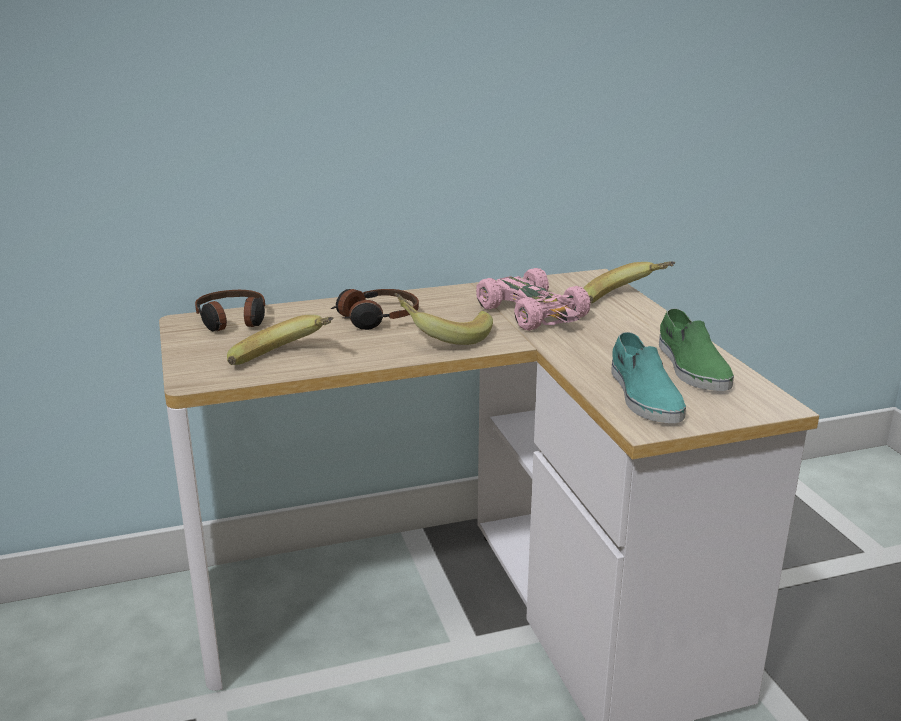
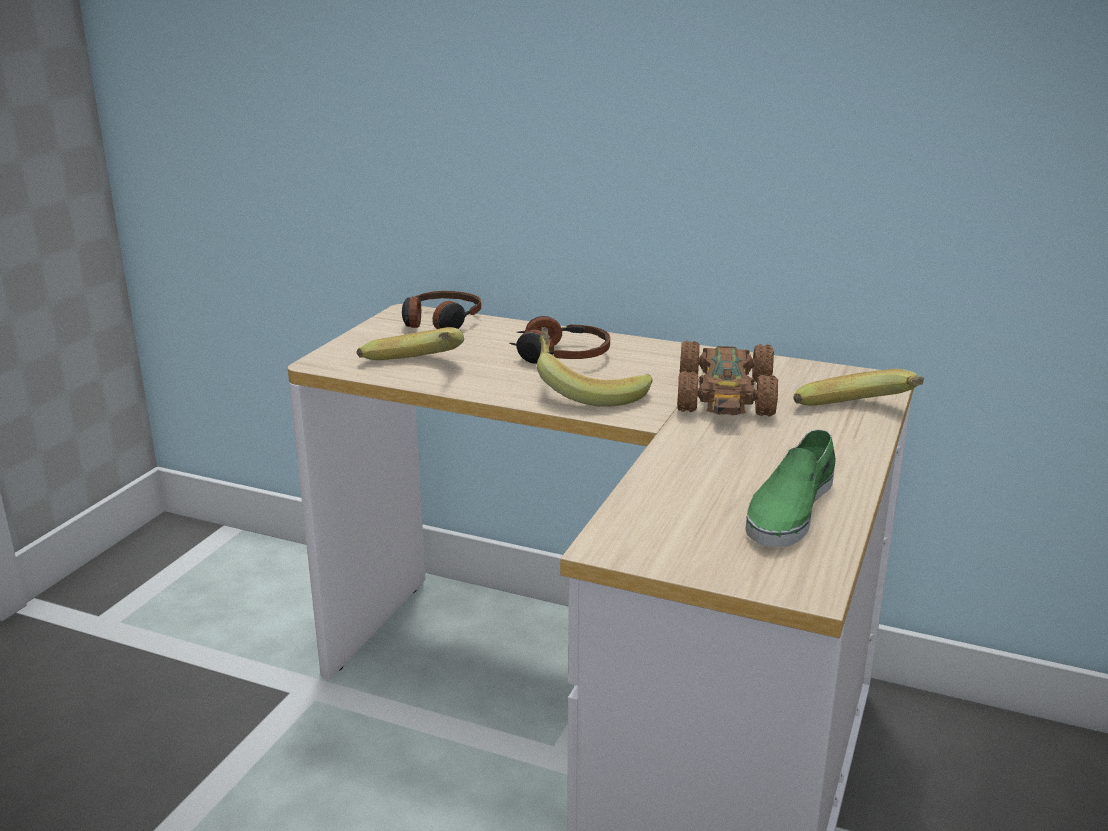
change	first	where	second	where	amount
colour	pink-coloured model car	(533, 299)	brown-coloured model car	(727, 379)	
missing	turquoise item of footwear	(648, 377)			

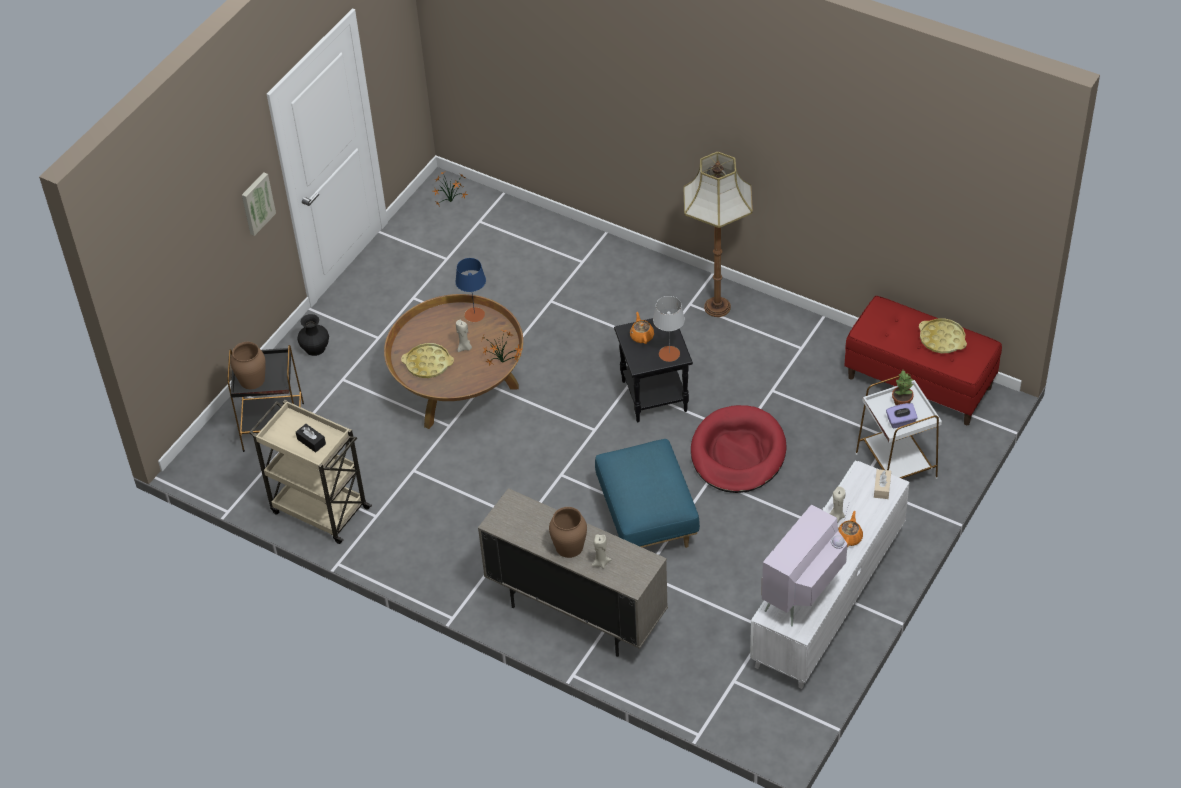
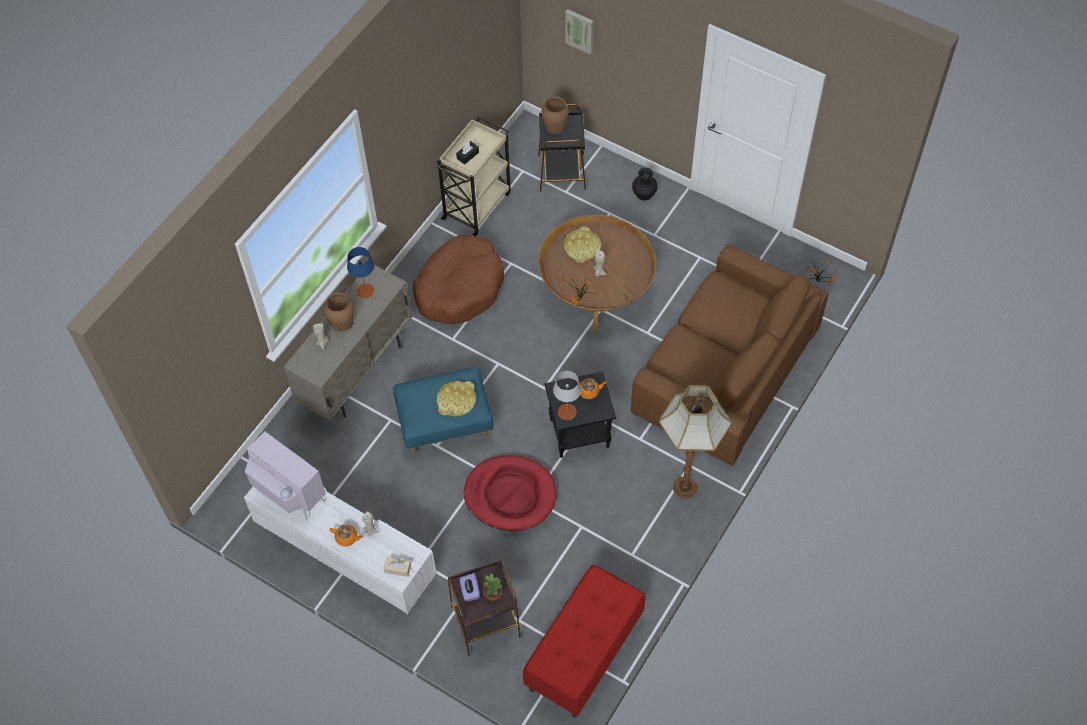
change	first	where	second	where	amount
relocated	blue-coloured table lamp	(470, 290)		(361, 272)	
appeared			brown-coloured dog bed	(458, 279)	
relocated	yellowish serving tray	(943, 335)		(456, 398)	
colour	whitish side table	(899, 426)	brown-coloured side table	(484, 608)	
relocated	picture	(259, 204)		(579, 32)	
appeared			brown-coloured settee	(730, 355)	

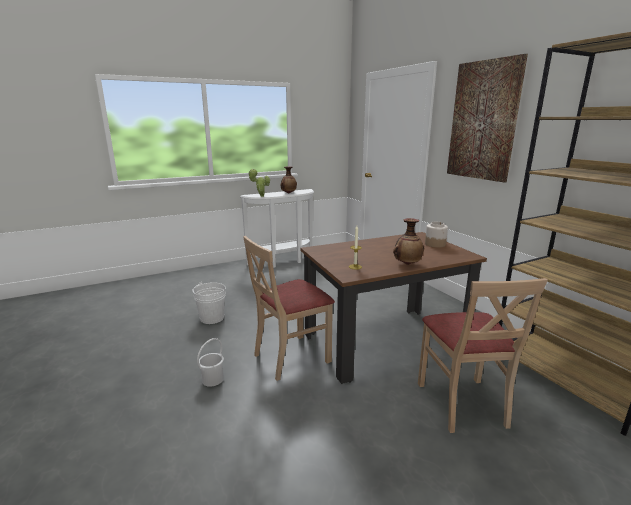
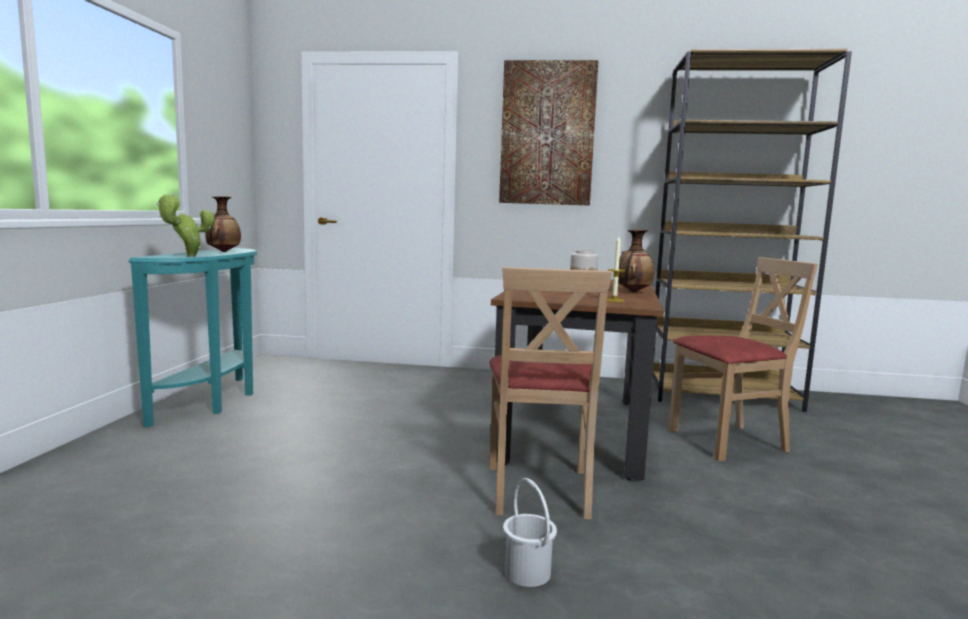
change	first	where	second	where	amount
colour	whitish narrow table	(277, 228)	turquoise narrow table	(192, 337)	
spun	beige-coloured plain chair	(483, 355)		(743, 359)	45 degrees counterclockwise
missing	whitish water bucket	(209, 303)			

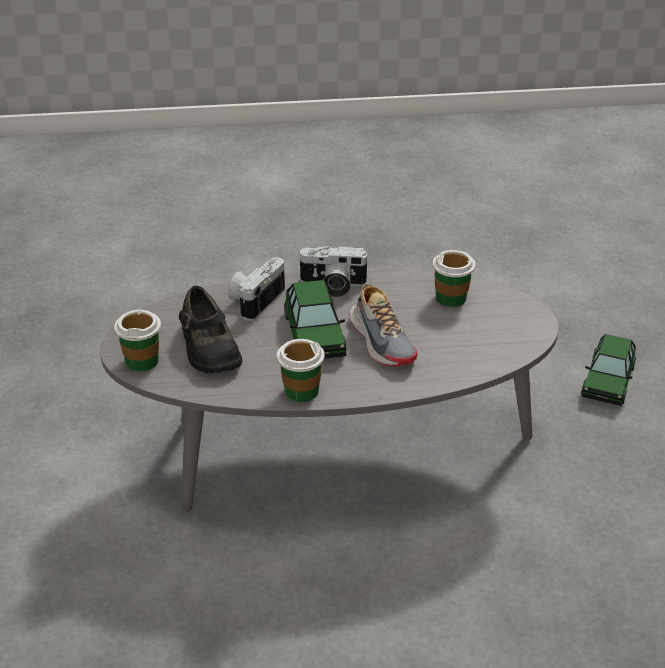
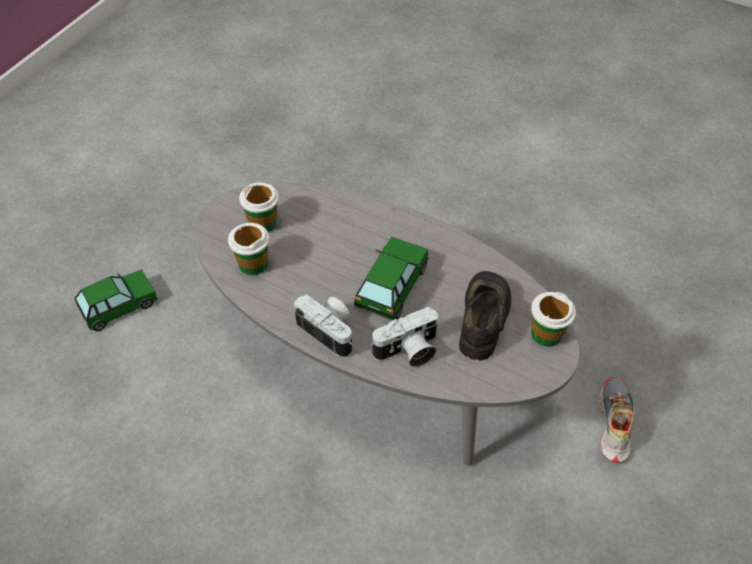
change	first	where	second	where	amount
relocated	cup	(301, 370)		(259, 207)	
relocated	item of footwear	(384, 325)		(616, 420)	

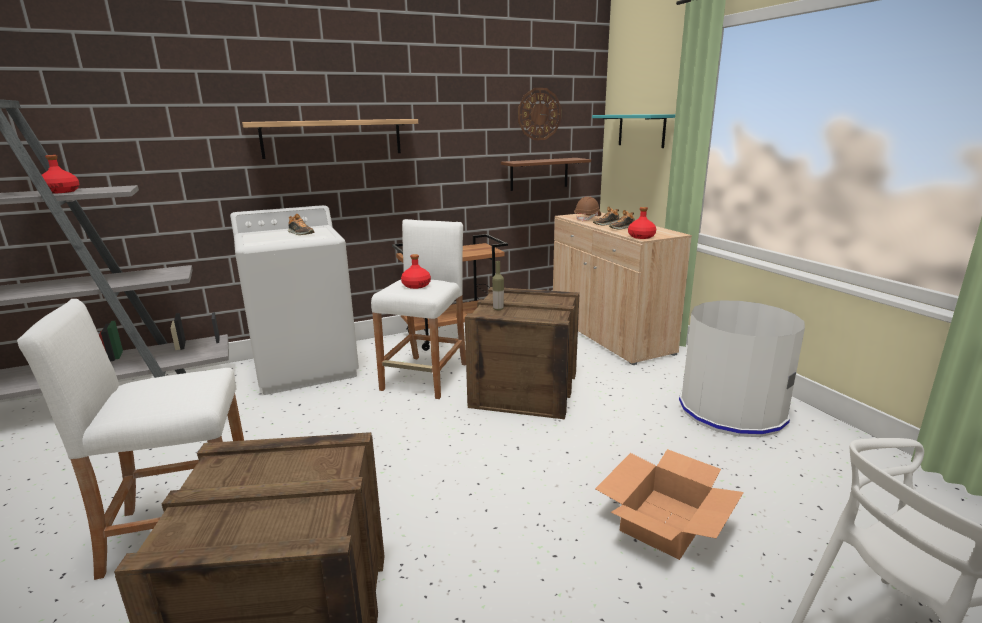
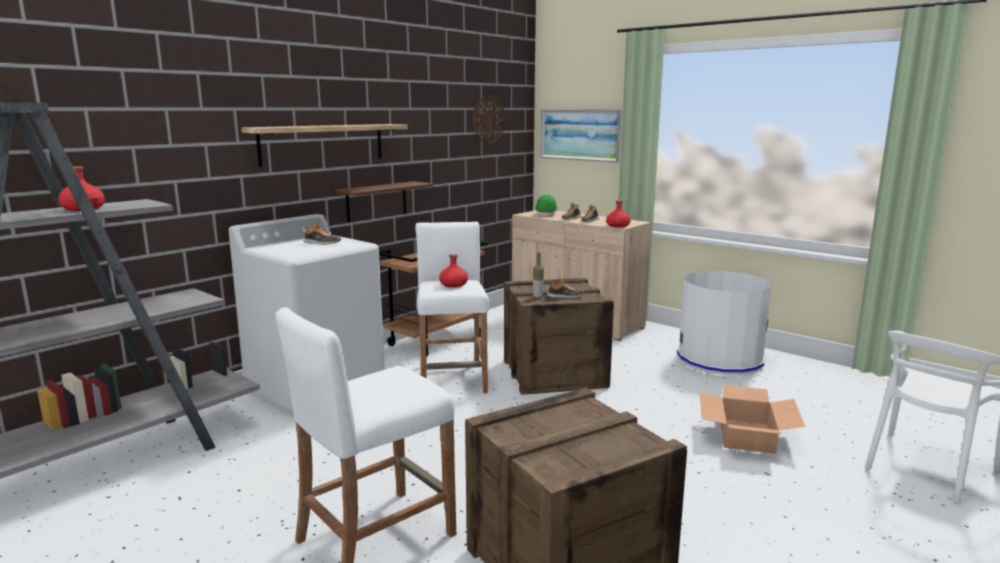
change	first	where	second	where	amount
relocated	brown-coloured bracket shelf	(546, 174)		(384, 202)	
colour	brown-coloured work helmet	(587, 209)	greenish work helmet	(546, 206)	
exchanged	turquoise bracket shelf	(633, 131)	picture	(581, 136)	
appeared			item of footwear	(566, 288)	

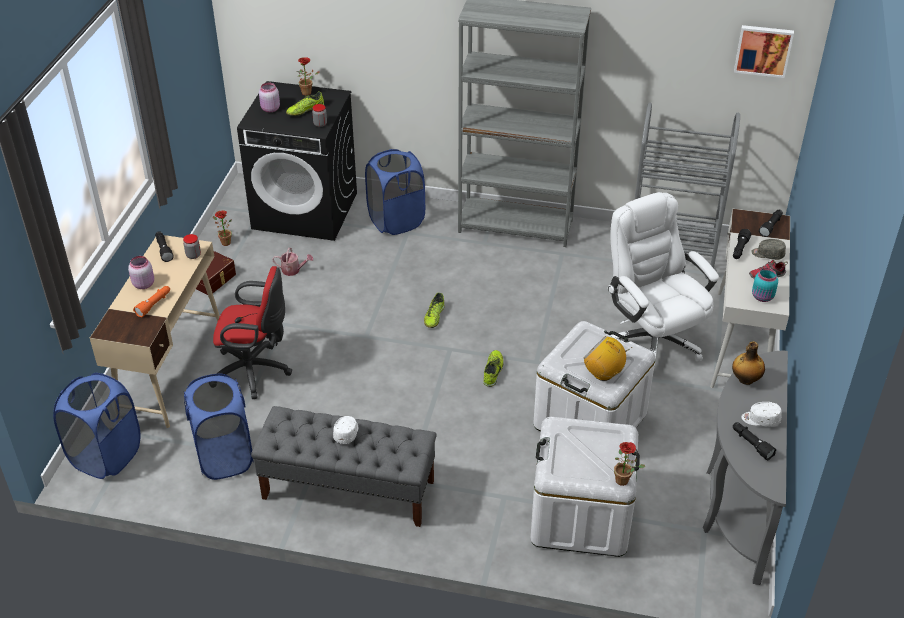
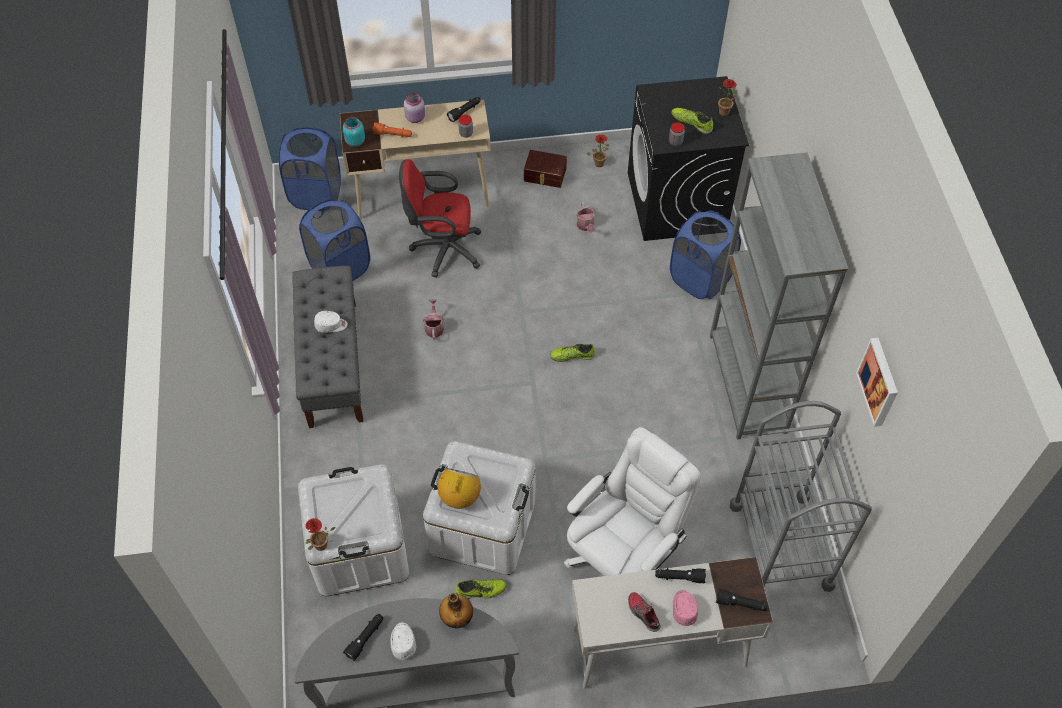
change	first	where	second	where	amount
relocated	turquoise storage jar	(765, 285)		(354, 132)	
spun	reddish office chair	(252, 332)		(440, 218)	105 degrees clockwise
appeared			sprinkling can	(433, 319)	
relocated	item of footwear	(493, 368)		(481, 589)	
colour	greyish cap	(768, 249)	pink-coloured cap	(685, 608)	
relocated	picture	(764, 51)		(877, 382)	
missing	pink-coloured storage jar	(269, 97)			

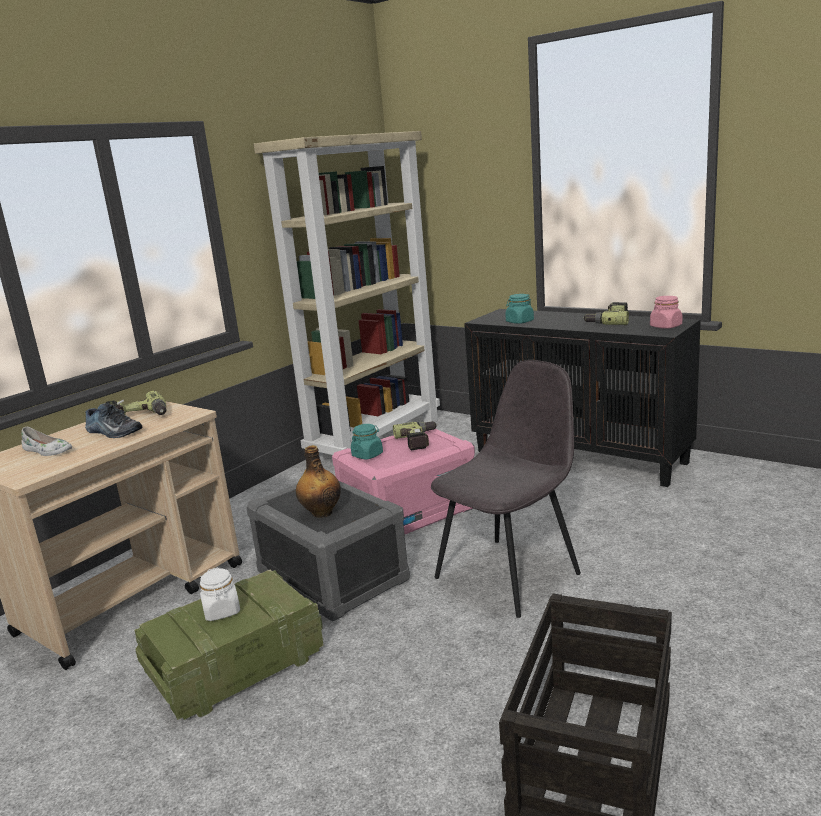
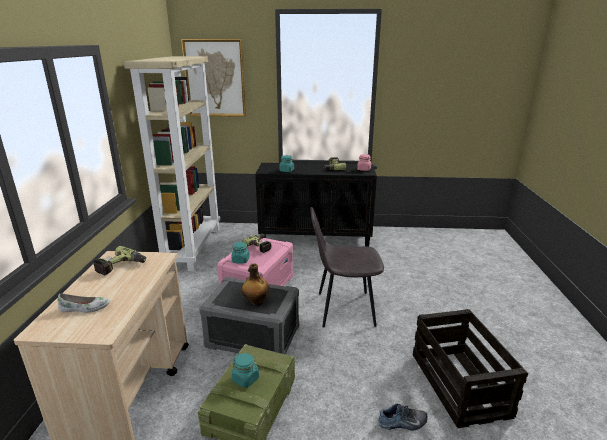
change	first	where	second	where	amount
appeared			picture	(213, 78)	
colour	whitish storage jar	(220, 594)	turquoise storage jar	(245, 370)	
spun	greyish plain chair	(506, 489)		(347, 267)	105 degrees counterclockwise
relocated	item of footwear	(114, 420)		(402, 417)	

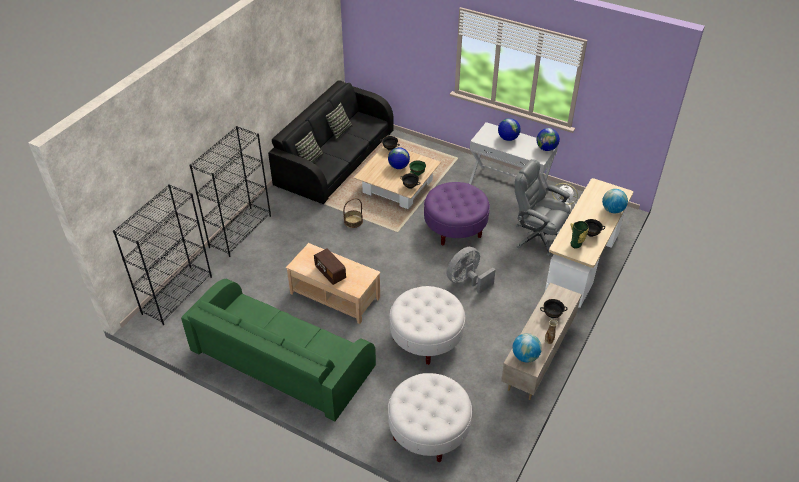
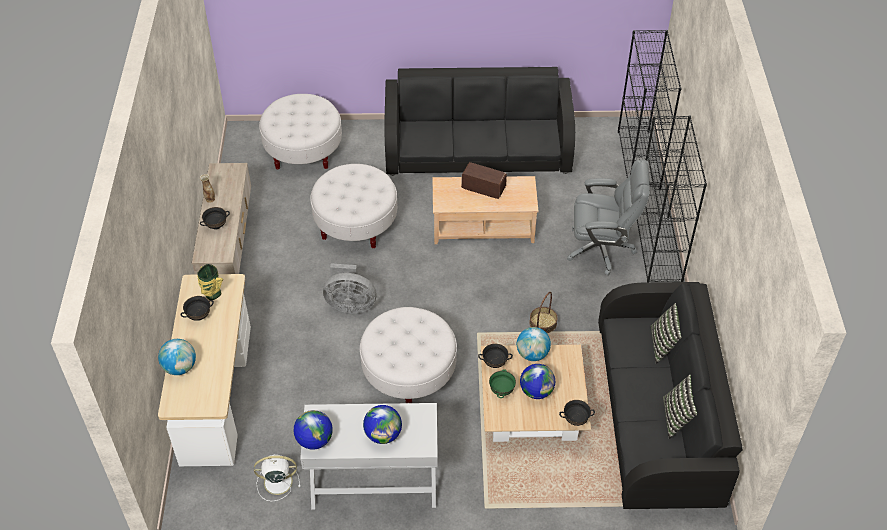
change	first	where	second	where	amount
spun	greyish electric fan	(471, 270)		(349, 288)	75 degrees clockwise
colour	purple-coloured footrest	(457, 213)	whitish footrest	(408, 355)	
colour	greenish settee	(278, 350)	blackish settee	(479, 121)	
relocated	globe	(527, 348)		(534, 344)	
relocated	greyish office chair	(542, 208)		(608, 218)	

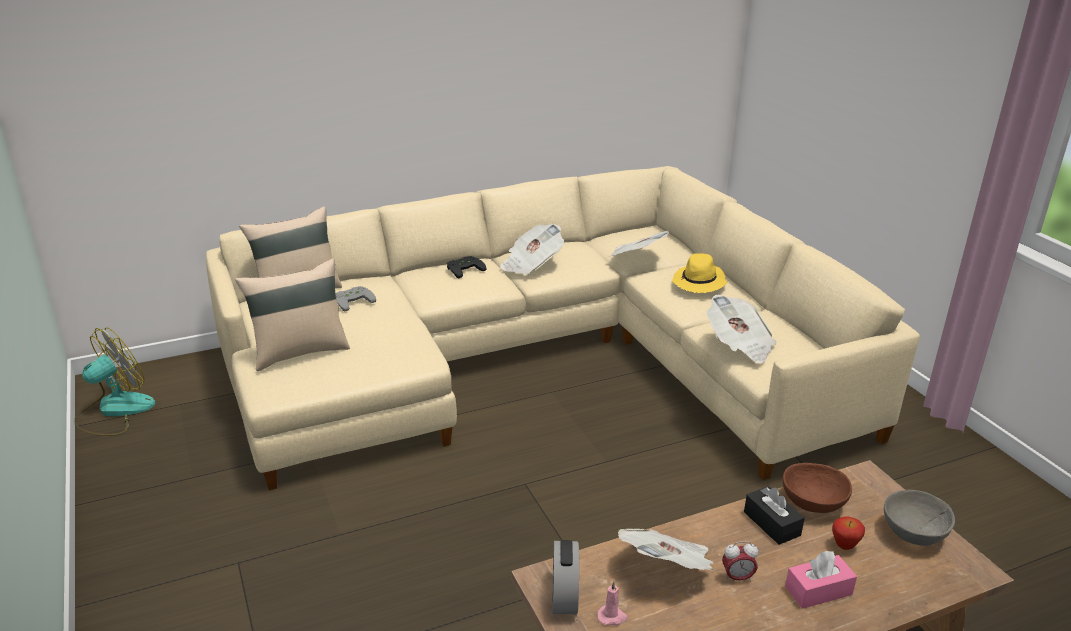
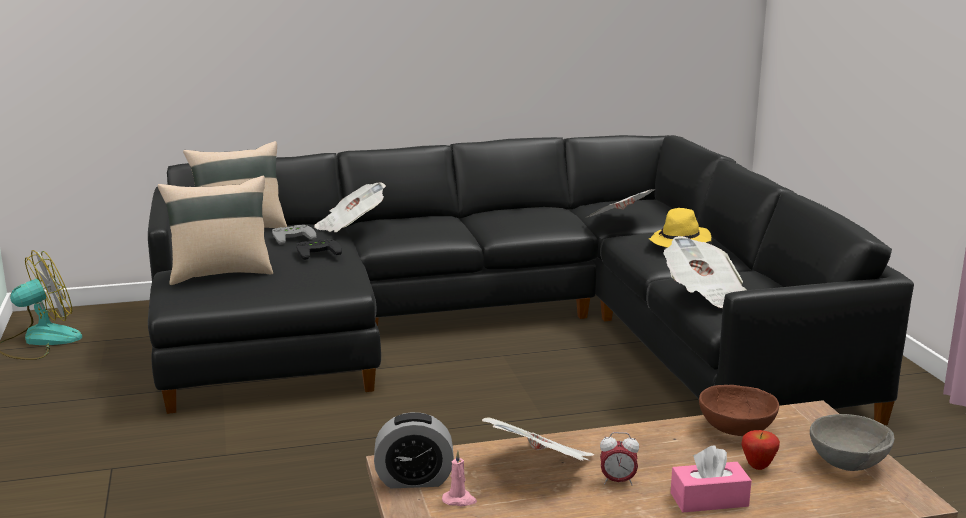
change	first	where	second	where	amount
colour	beige-coloured settee	(563, 328)	blackish settee	(531, 280)	
relocated	blackish gamepad	(466, 267)		(319, 249)	
relocated	newspaper	(532, 249)		(350, 207)	
spun	alarm clock	(566, 577)		(414, 450)	105 degrees counterclockwise
missing	blackish box of tissues	(774, 515)			

